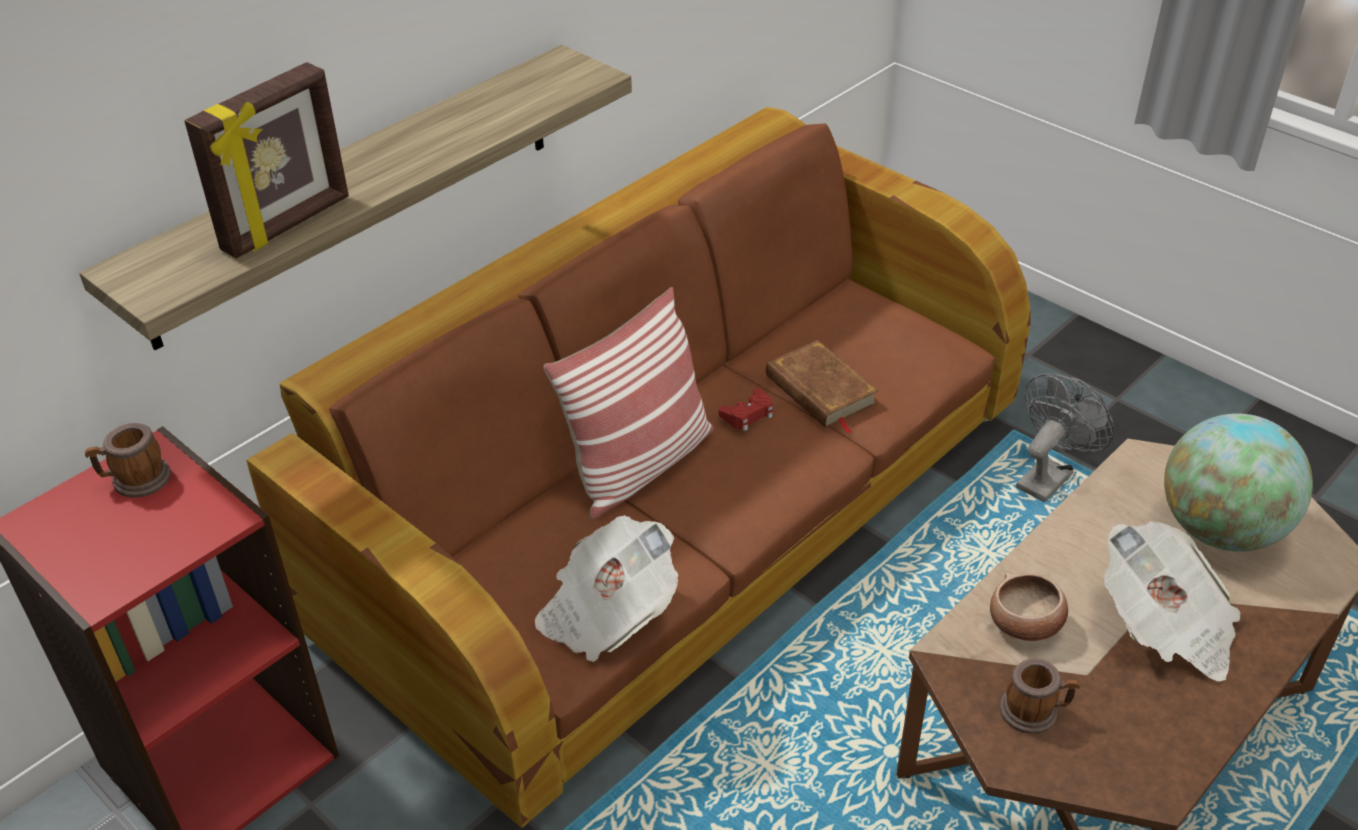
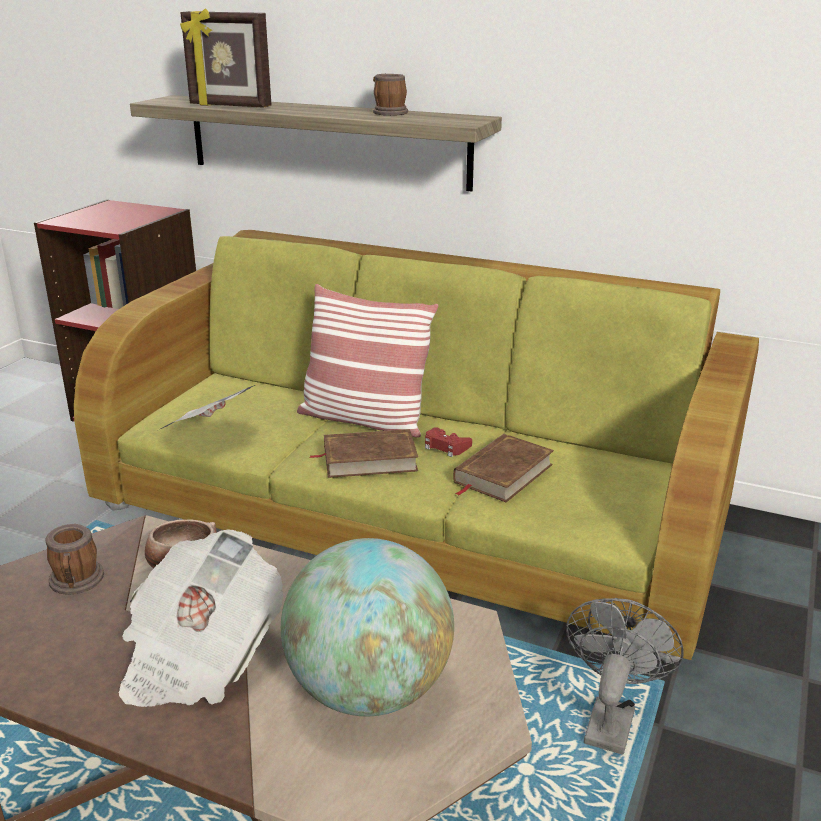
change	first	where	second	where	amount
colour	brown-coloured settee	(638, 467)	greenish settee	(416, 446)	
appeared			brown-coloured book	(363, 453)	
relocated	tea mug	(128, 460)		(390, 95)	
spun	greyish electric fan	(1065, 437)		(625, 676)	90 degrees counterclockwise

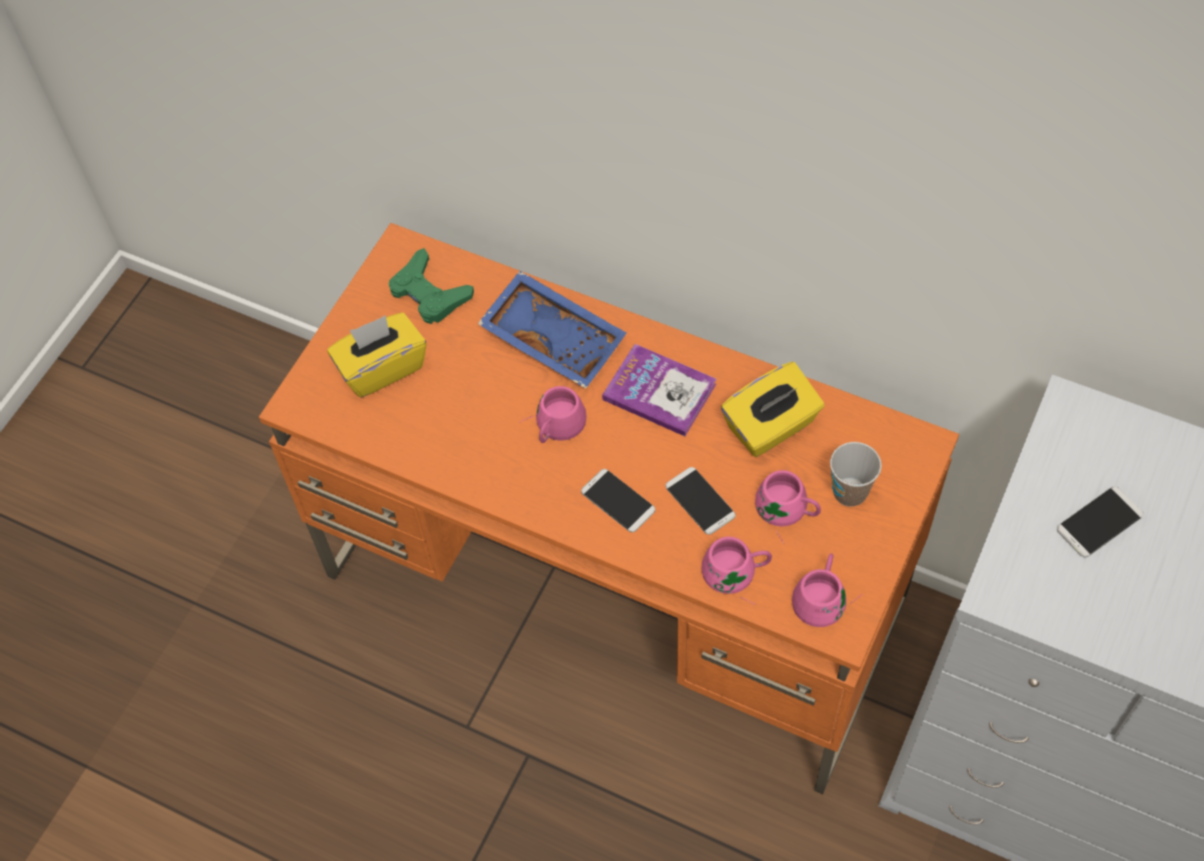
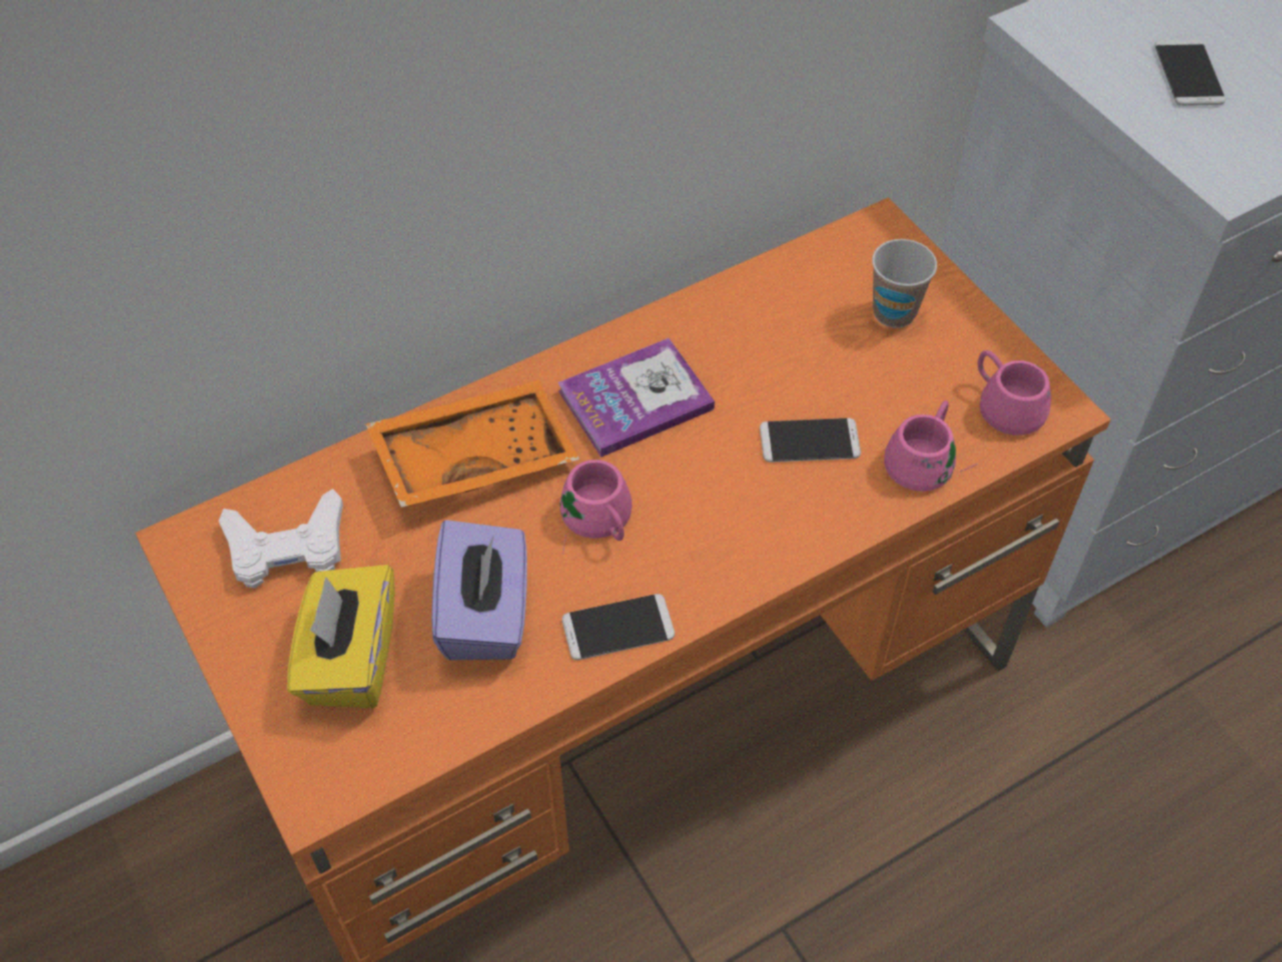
change	first	where	second	where	amount
colour	greenish gamepad	(431, 286)	whitish gamepad	(281, 538)	
colour	blue-coloured serving tray	(552, 330)	orange-coloured serving tray	(472, 443)	
appeared			purple-coloured box of tissues	(479, 590)	
relocated	phone	(618, 500)		(618, 627)	
missing	yellowish box of tissues	(773, 409)			
missing	pink-coloured tea mug	(788, 507)			

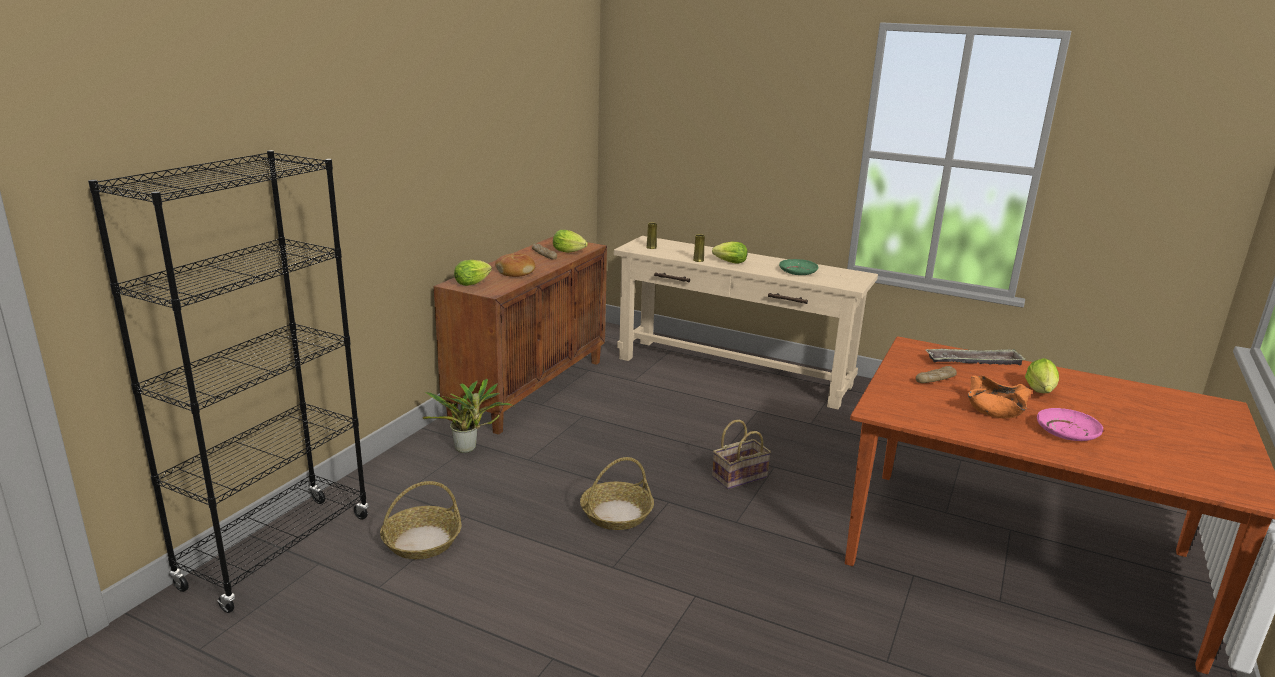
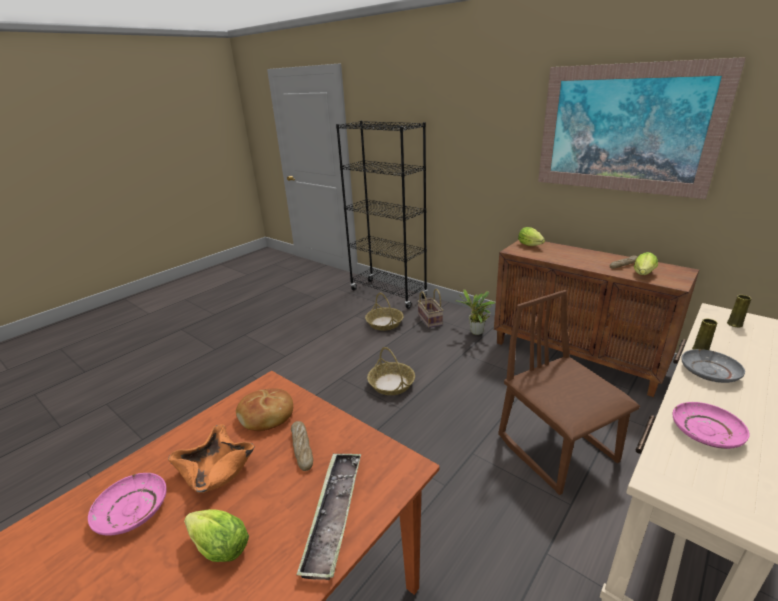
change	first	where	second	where	amount
relocated	bread	(515, 265)		(264, 409)	
relocated	basket	(741, 454)		(430, 308)	
appeared			brown-coloured plain chair	(569, 392)	
appeared			picture	(642, 128)	
colour	greenish dinner plate	(798, 267)	pink-coloured dinner plate	(711, 425)	
exchanged	lettuce	(730, 253)	greyish dinner plate	(713, 366)	

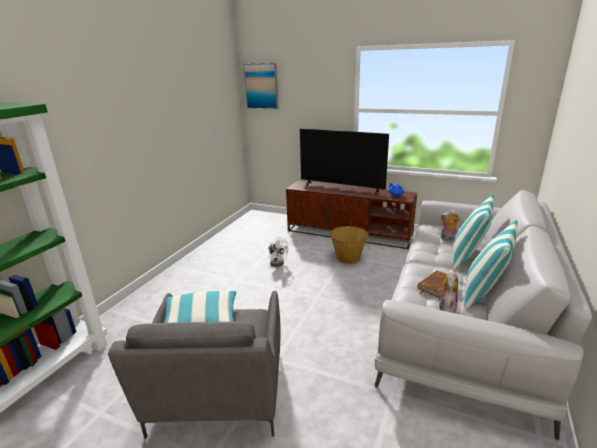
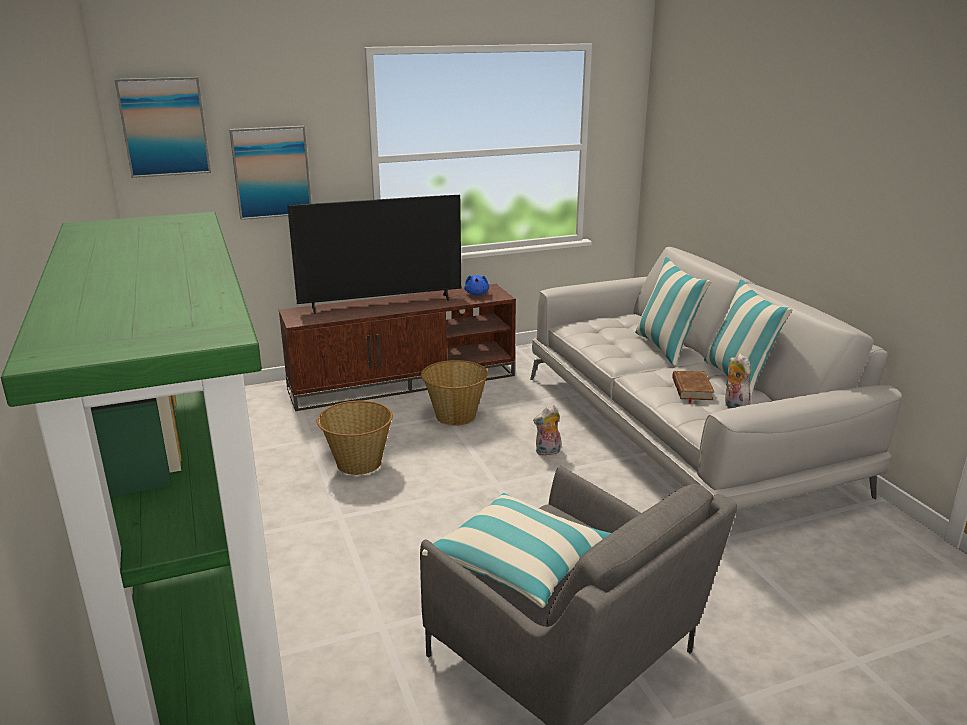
change	first	where	second	where	amount
appeared			picture	(270, 173)	
exchanged	whitish electric fan	(278, 251)	basket	(355, 438)	
relocated	plush toy	(450, 226)		(547, 430)	

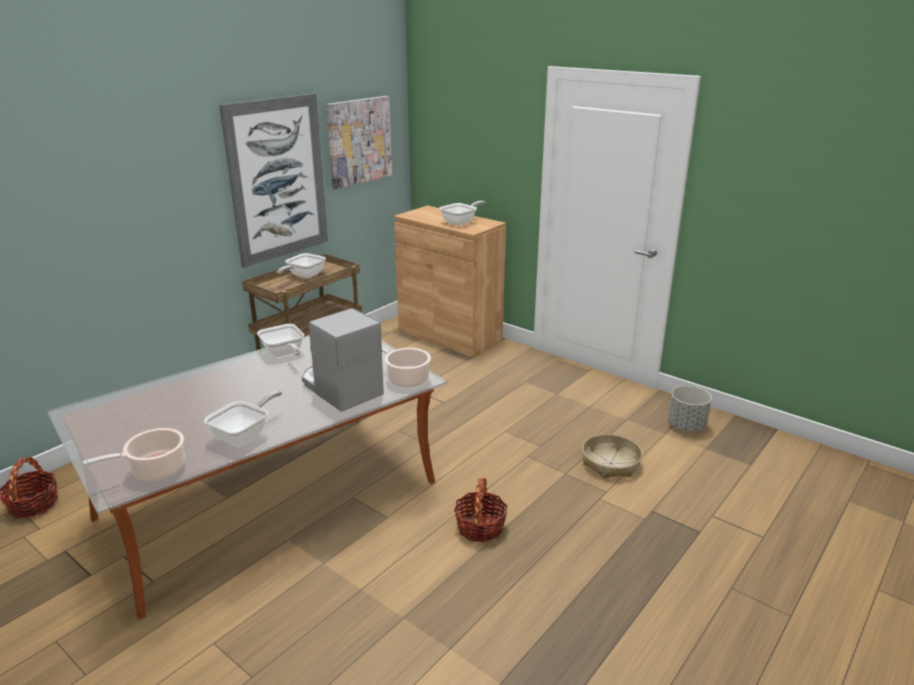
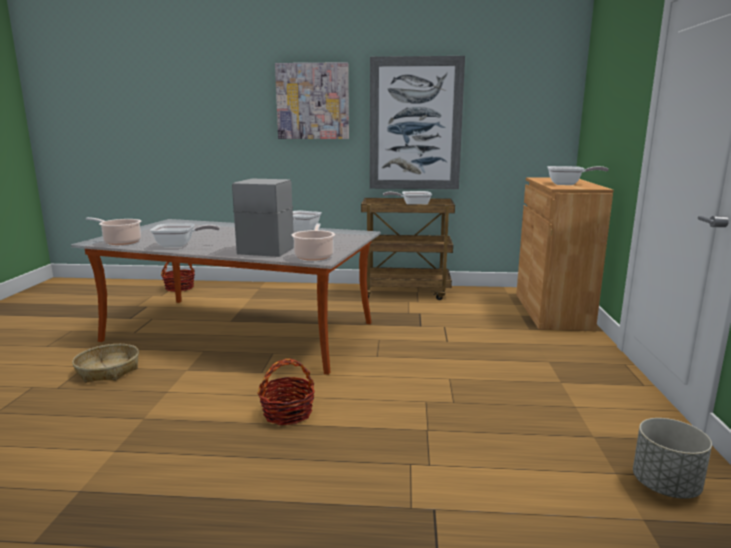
change	first	where	second	where	amount
relocated	basket	(612, 456)		(105, 363)	
relocated	picture	(359, 142)		(312, 100)	

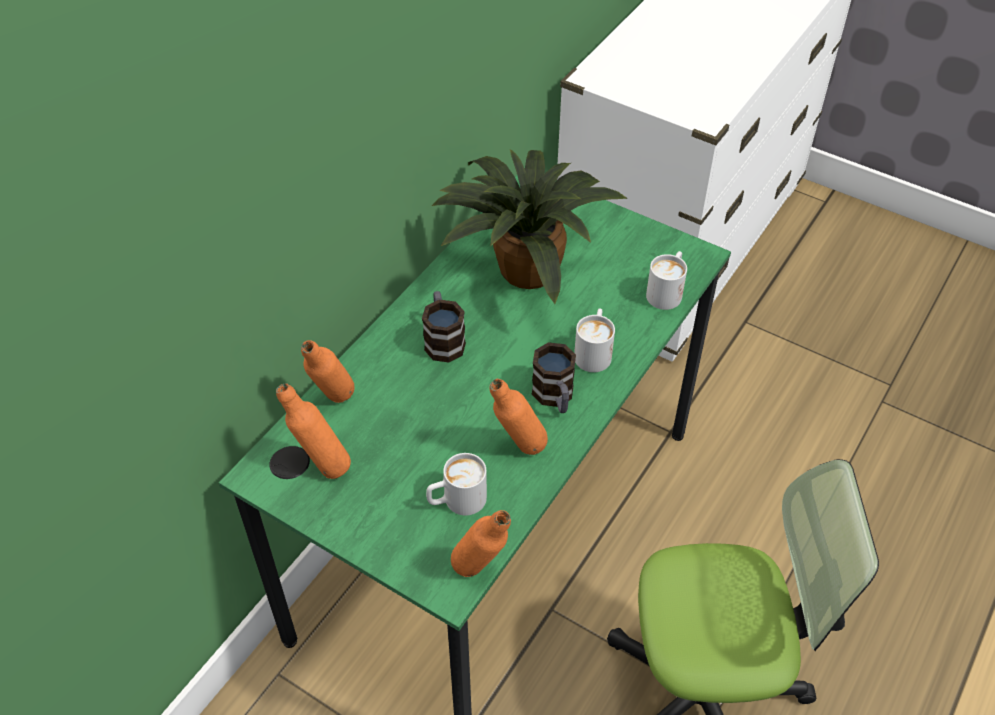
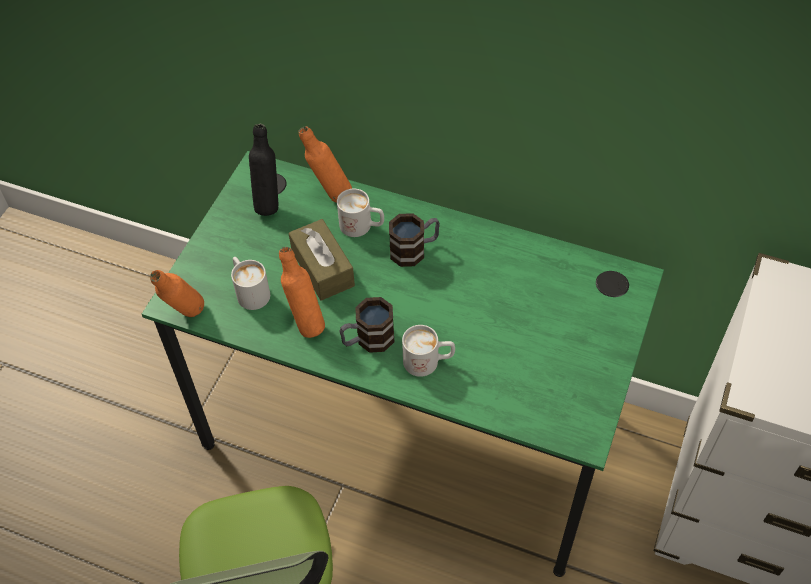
change	first	where	second	where	amount
colour	orange-coloured beverage bottle	(313, 431)	blackish beverage bottle	(264, 169)	
appeared			brown-coloured box of tissues	(322, 260)	
relocated	whitish tea mug	(666, 280)		(360, 213)	
missing	houseplant	(530, 226)			

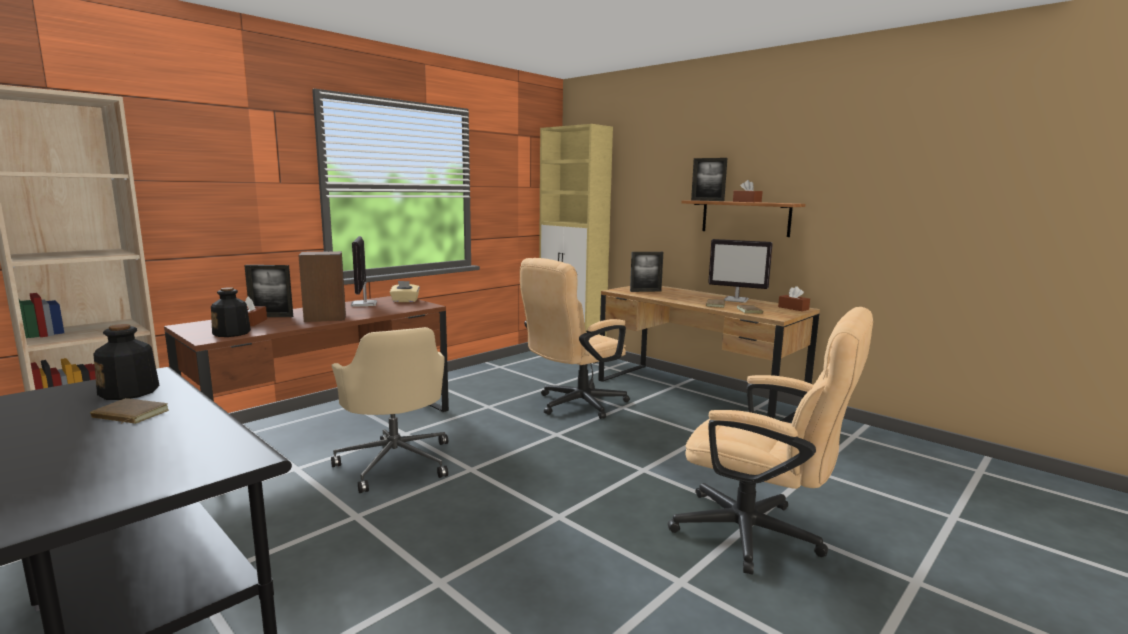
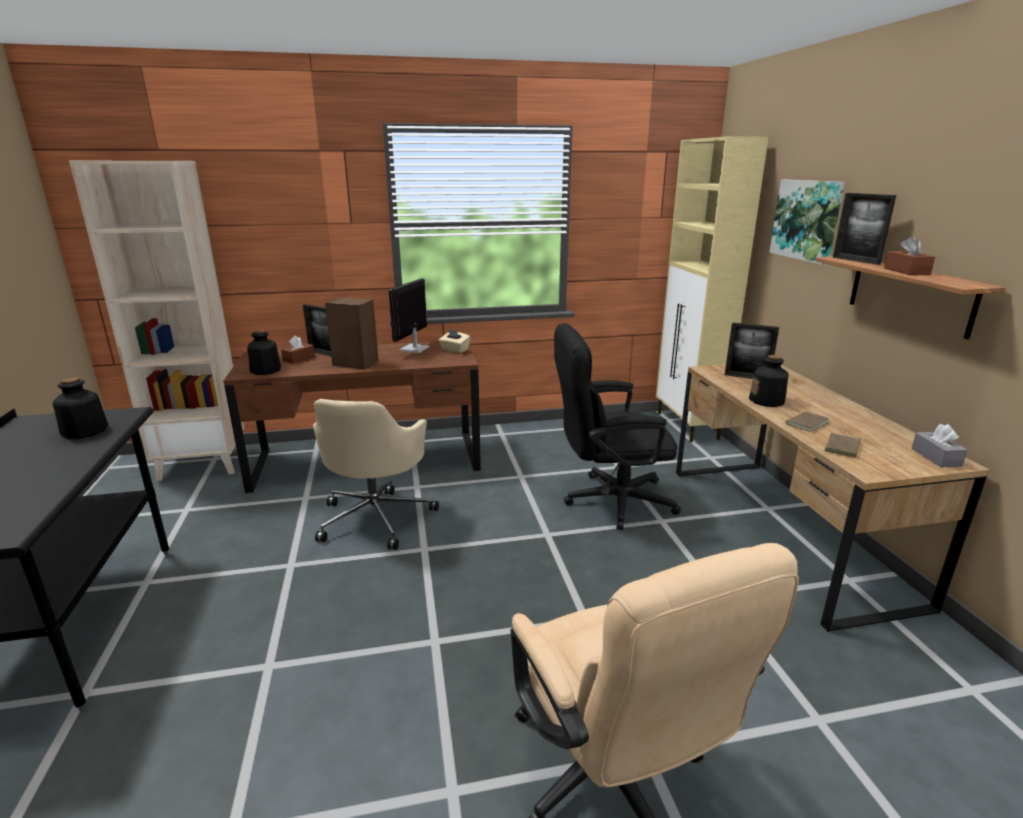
change	first	where	second	where	amount
colour	beige-coloured office chair	(575, 338)	blackish office chair	(617, 426)	
appeared			beverage bottle	(769, 381)	
appeared			picture	(807, 222)	
colour	brown-coloured box of tissues	(794, 298)	greyish box of tissues	(939, 446)	
missing	brown-coloured book	(129, 411)			
missing	monitor	(740, 271)			

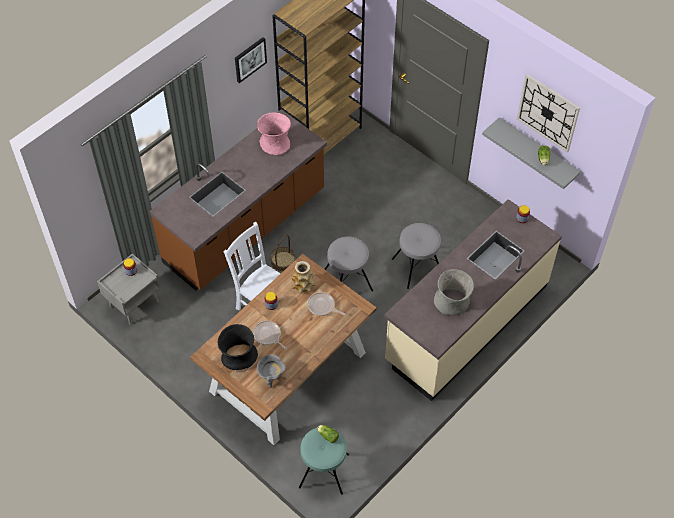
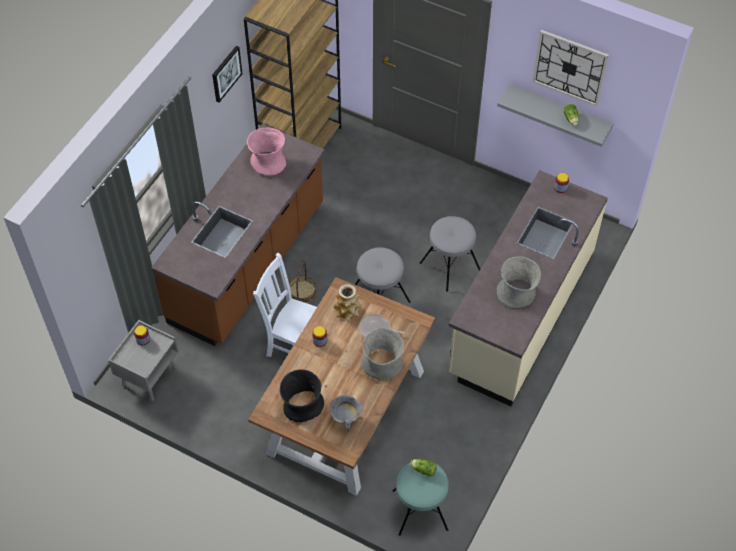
change	first	where	second	where	amount
appeared			greyish decorative vase	(382, 354)	
missing	frying pan	(270, 335)			

